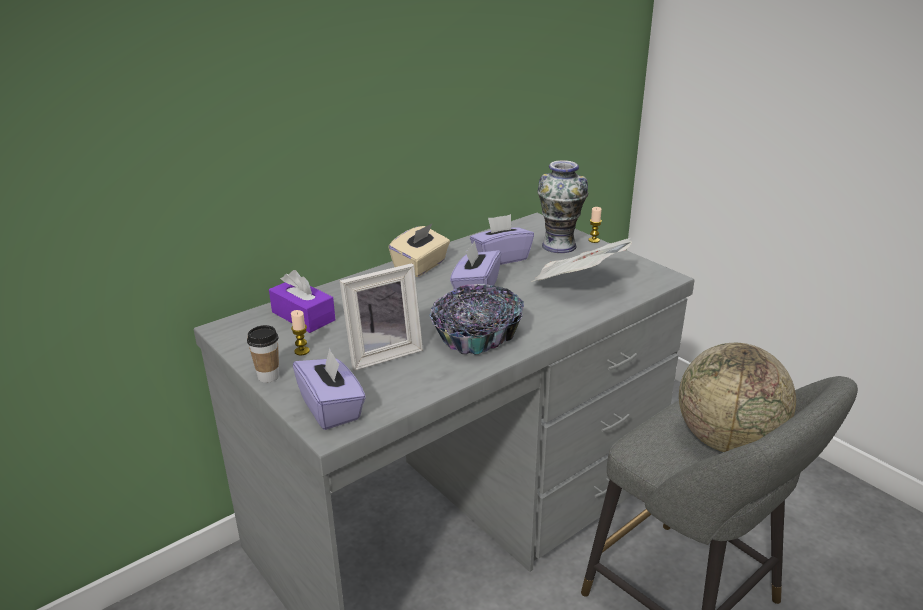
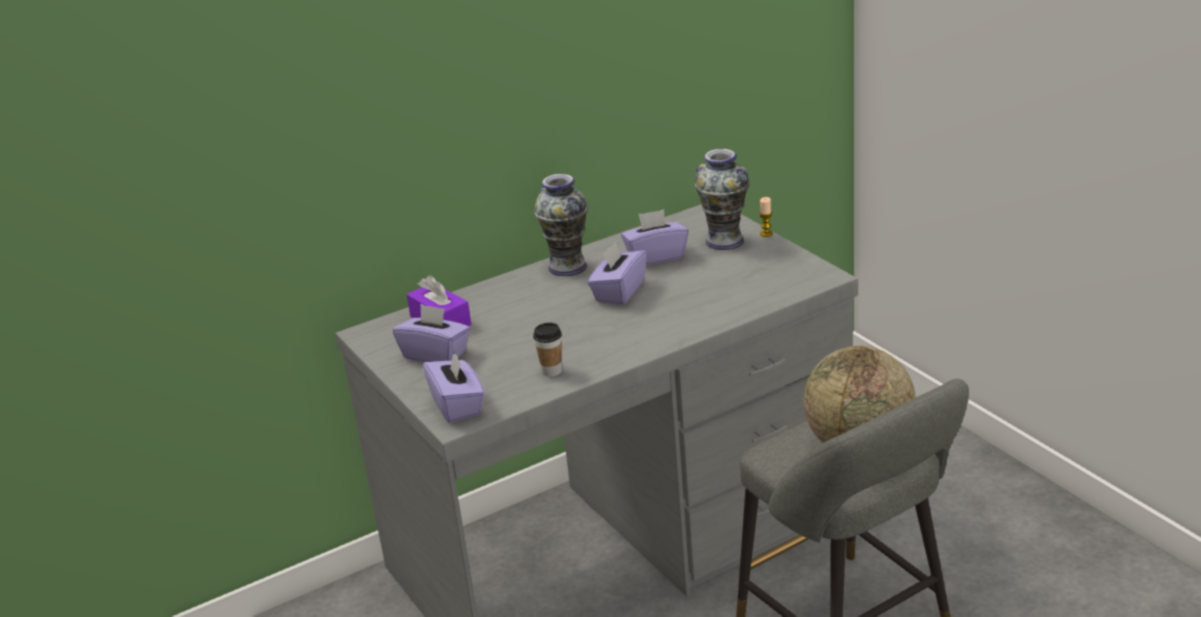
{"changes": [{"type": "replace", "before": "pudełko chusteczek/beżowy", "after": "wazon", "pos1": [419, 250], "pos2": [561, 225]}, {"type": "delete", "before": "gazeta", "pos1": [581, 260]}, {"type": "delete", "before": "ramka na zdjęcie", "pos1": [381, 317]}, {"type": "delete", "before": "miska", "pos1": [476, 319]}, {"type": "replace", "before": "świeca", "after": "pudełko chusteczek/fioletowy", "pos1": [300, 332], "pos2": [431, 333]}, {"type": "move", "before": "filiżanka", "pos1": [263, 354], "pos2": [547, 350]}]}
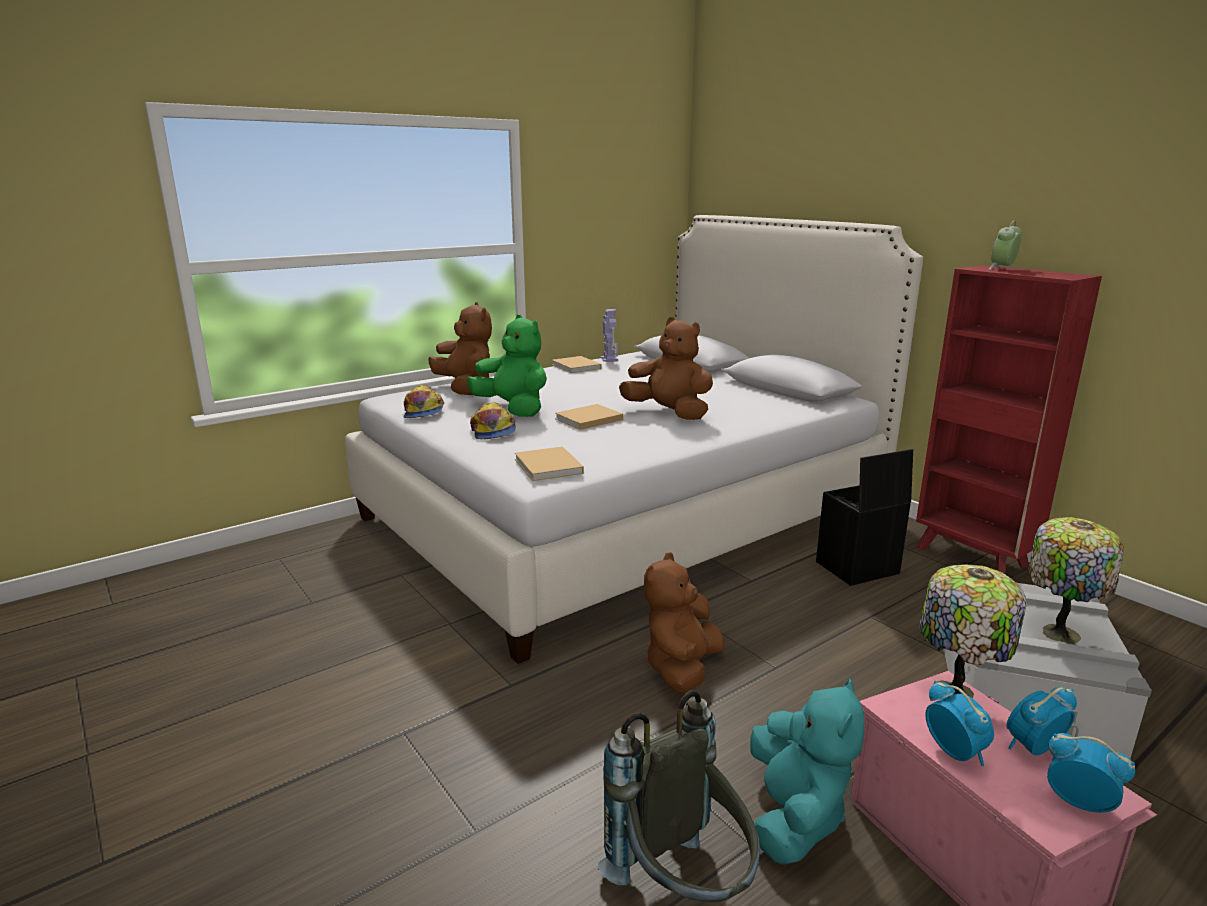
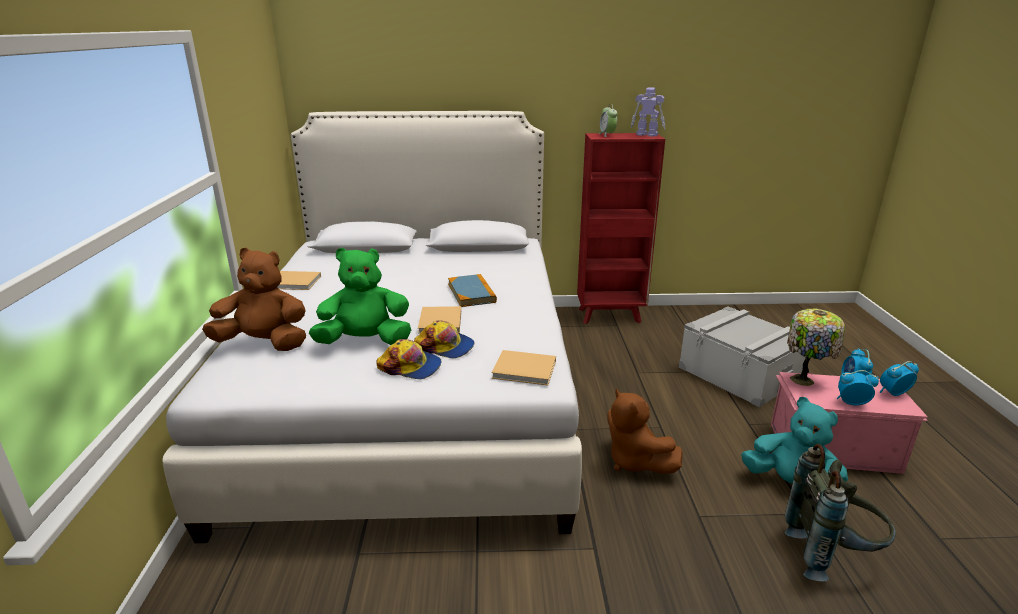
{"changes": [{"type": "move", "before": "robot zabawkowy", "pos1": [609, 335], "pos2": [648, 112]}, {"type": "replace", "before": "pluszak/brązowy", "after": "książka", "pos1": [666, 368], "pos2": [472, 290]}, {"type": "move", "before": "czapka z daszkiem", "pos1": [424, 401], "pos2": [444, 339]}, {"type": "delete", "before": "pojemnik do przechowywania/czarny", "pos1": [864, 517]}, {"type": "delete", "before": "lampa stołowa", "pos1": [1076, 580]}]}
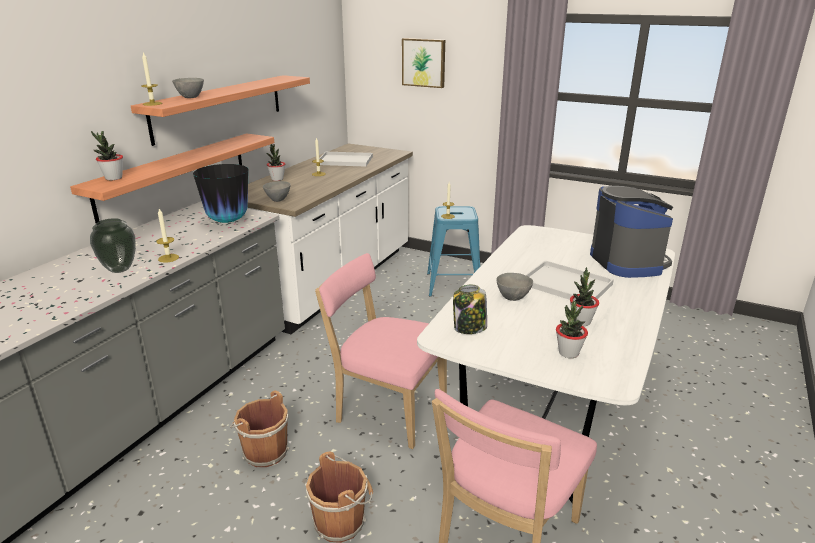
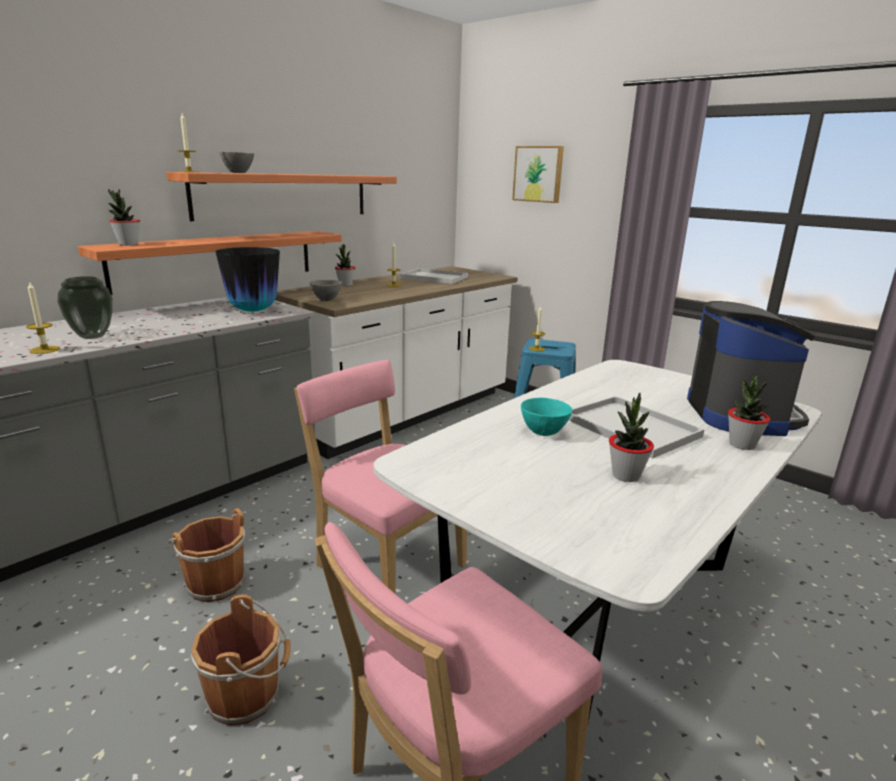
{"changes": [{"type": "move", "before": "świeca", "pos1": [167, 236], "pos2": [43, 317]}, {"type": "recolor", "before": "miska/szary", "after": "miska/turkusowy", "pos1": [514, 287], "pos2": [547, 417]}, {"type": "delete", "before": "słoik", "pos1": [470, 309]}, {"type": "move", "before": "roślina doniczkowa", "pos1": [572, 329], "pos2": [749, 413]}]}
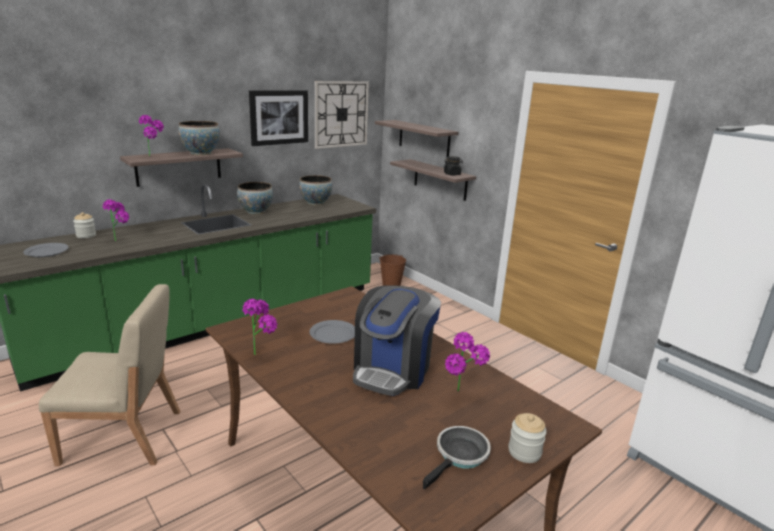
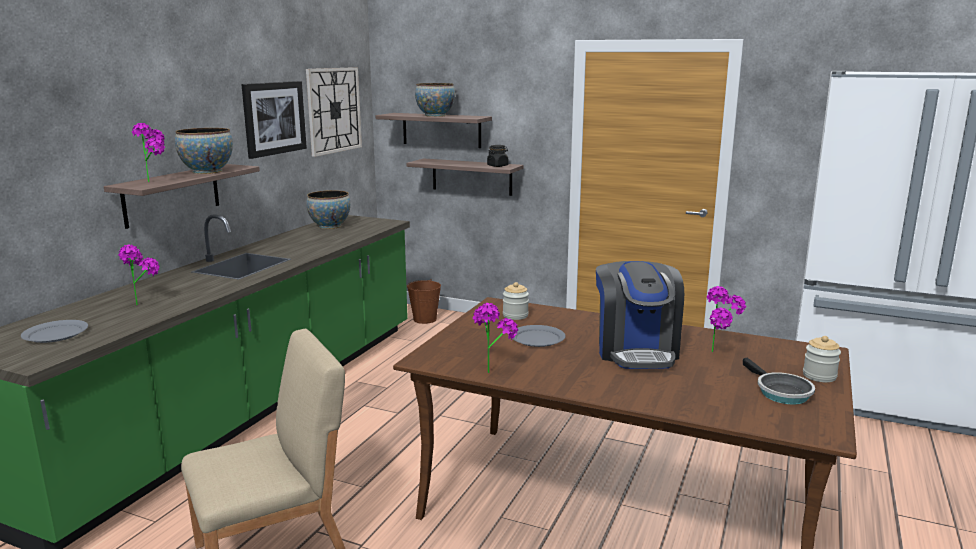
{"changes": [{"type": "move", "before": "miska", "pos1": [255, 198], "pos2": [435, 100]}, {"type": "move", "before": "słoik", "pos1": [84, 225], "pos2": [516, 301]}, {"type": "rotate", "before": "patelnia", "pos1": [457, 457], "pos2": [779, 381], "turn": 150}]}
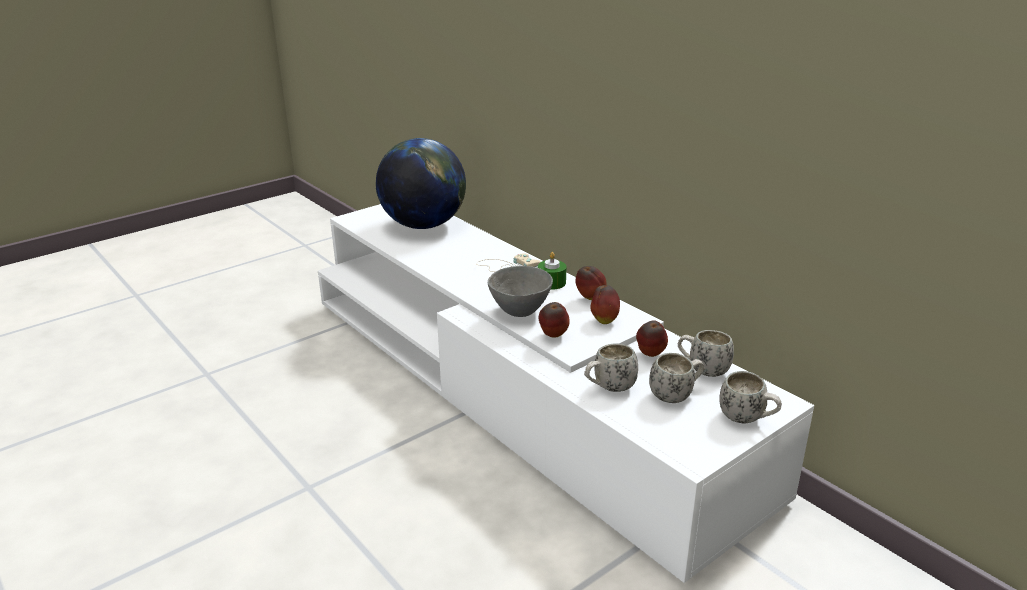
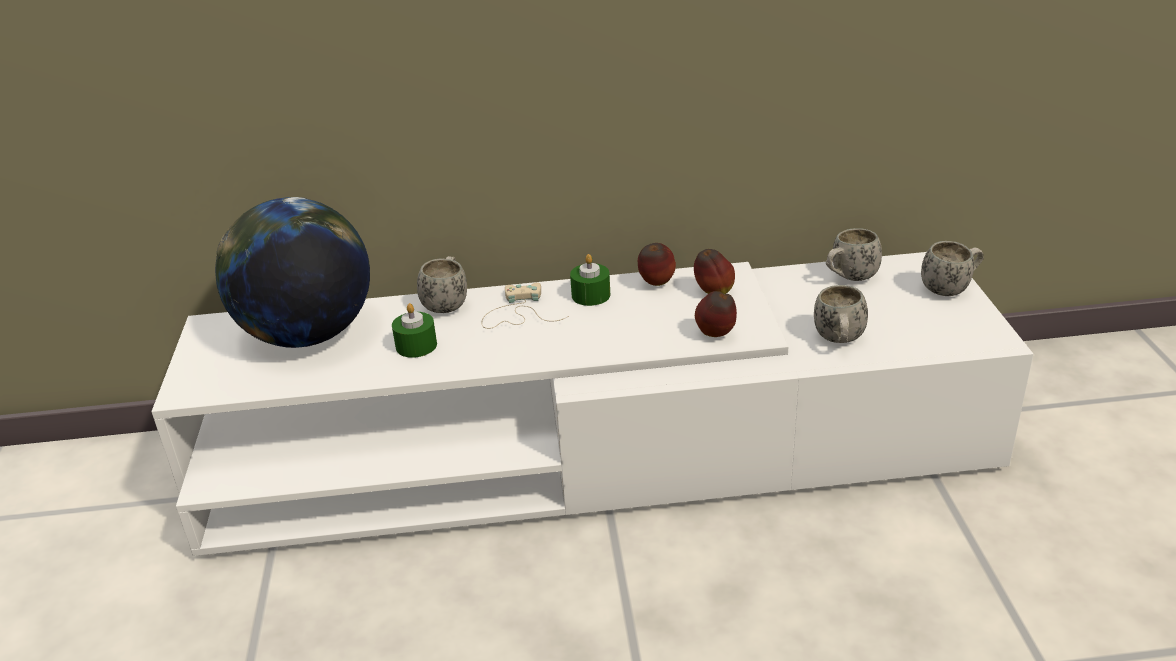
{"changes": [{"type": "delete", "before": "miska/szary", "pos1": [520, 291]}, {"type": "delete", "before": "jabłko", "pos1": [652, 338]}, {"type": "move", "before": "kubek/biały", "pos1": [677, 378], "pos2": [442, 284]}, {"type": "insert", "after": "świeca/zielony", "pos2": [414, 330]}]}
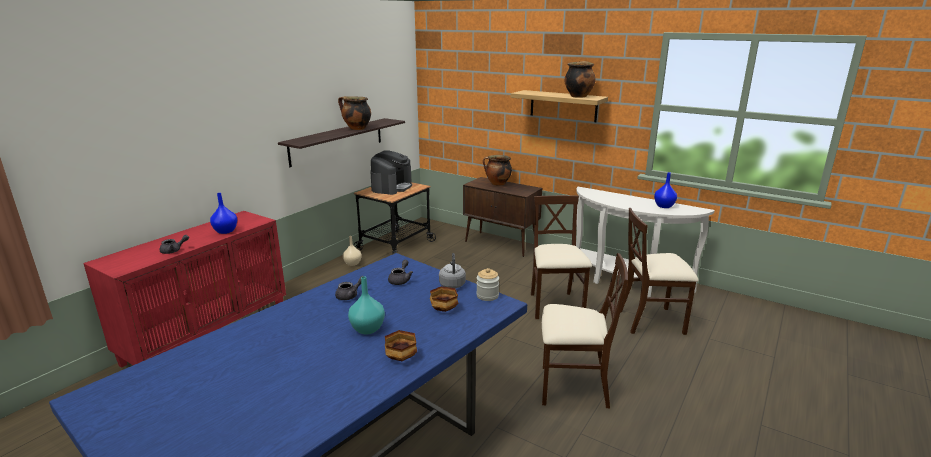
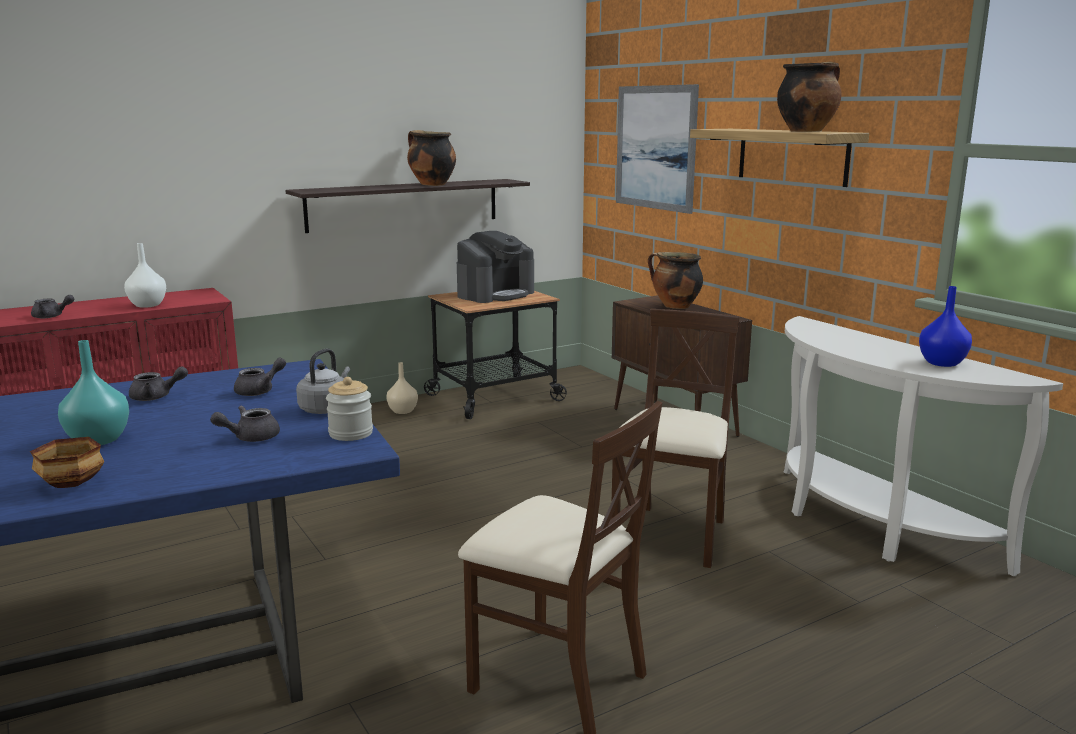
{"changes": [{"type": "recolor", "before": "wazon/niebieski", "after": "wazon/biały", "pos1": [223, 213], "pos2": [145, 275]}, {"type": "delete", "before": "krzesło/beżowy", "pos1": [660, 271]}, {"type": "replace", "before": "miska", "after": "imbryk/szary", "pos1": [444, 299], "pos2": [245, 424]}, {"type": "insert", "after": "obraz", "pos2": [657, 149]}]}
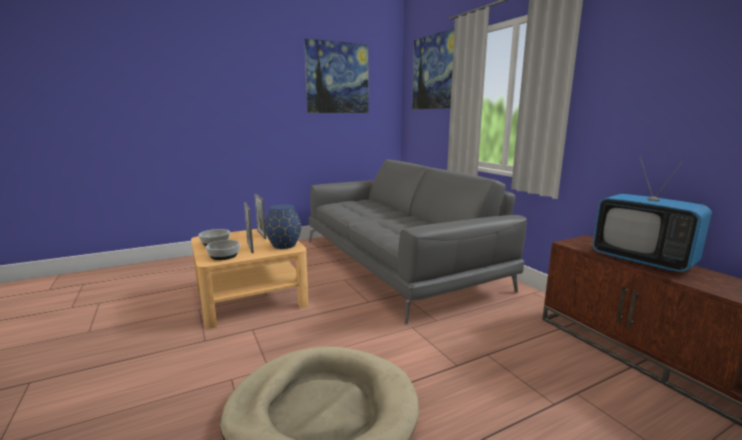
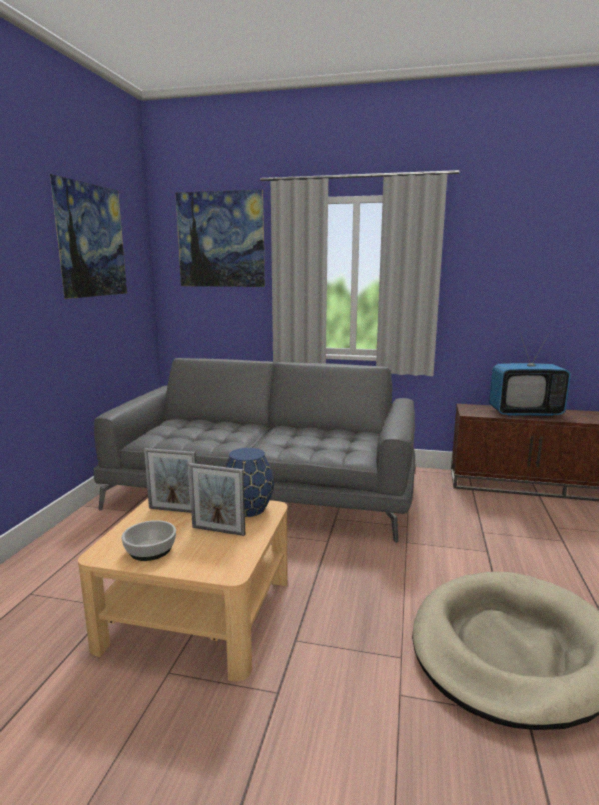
{"changes": [{"type": "delete", "before": "miska", "pos1": [223, 250]}]}
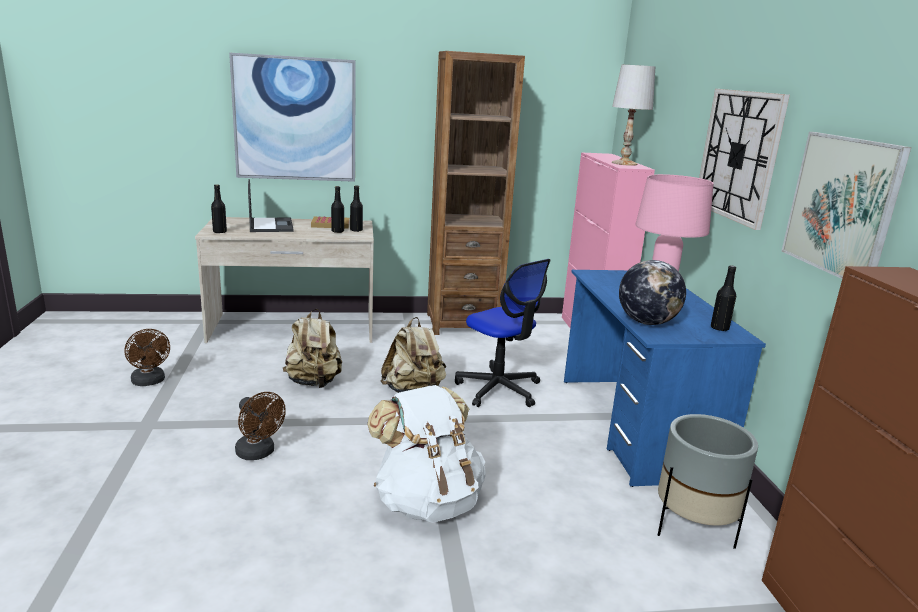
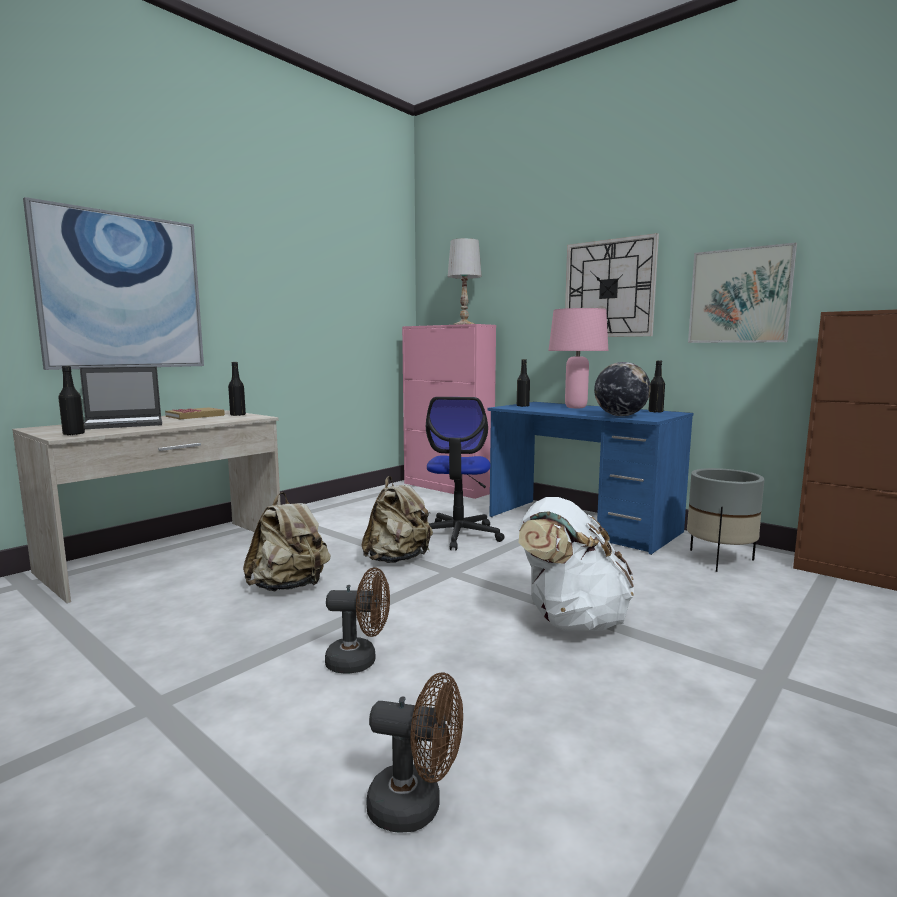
{"changes": [{"type": "delete", "before": "regał/brązowy", "pos1": [476, 193]}, {"type": "rotate", "before": "laptop", "pos1": [271, 205], "pos2": [121, 398], "turn": 120}, {"type": "move", "before": "butelka/czarny", "pos1": [337, 209], "pos2": [523, 383]}, {"type": "rotate", "before": "krzesło biurowe", "pos1": [503, 333], "pos2": [465, 473], "turn": 90}, {"type": "move", "before": "wentylator/brązowy", "pos1": [147, 357], "pos2": [414, 752]}]}
